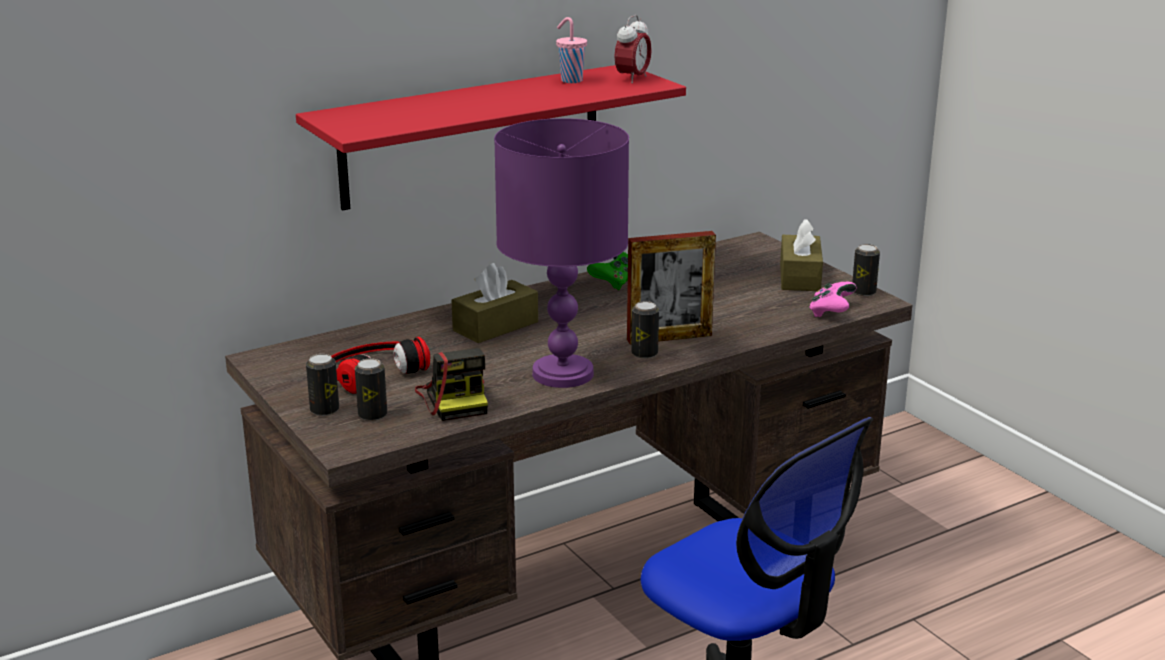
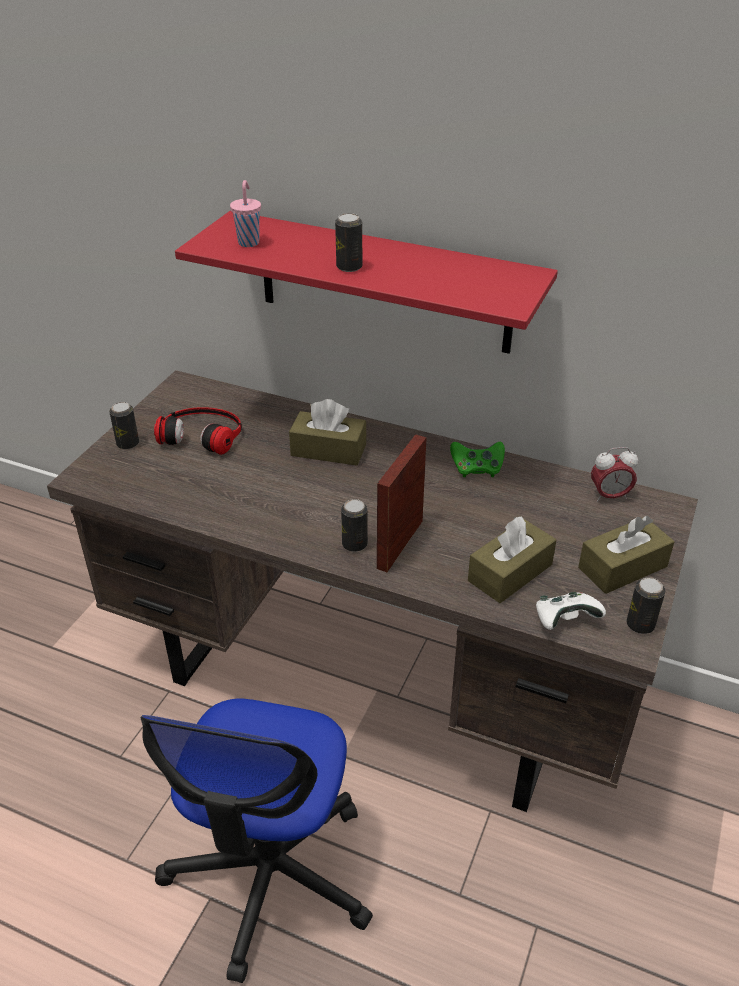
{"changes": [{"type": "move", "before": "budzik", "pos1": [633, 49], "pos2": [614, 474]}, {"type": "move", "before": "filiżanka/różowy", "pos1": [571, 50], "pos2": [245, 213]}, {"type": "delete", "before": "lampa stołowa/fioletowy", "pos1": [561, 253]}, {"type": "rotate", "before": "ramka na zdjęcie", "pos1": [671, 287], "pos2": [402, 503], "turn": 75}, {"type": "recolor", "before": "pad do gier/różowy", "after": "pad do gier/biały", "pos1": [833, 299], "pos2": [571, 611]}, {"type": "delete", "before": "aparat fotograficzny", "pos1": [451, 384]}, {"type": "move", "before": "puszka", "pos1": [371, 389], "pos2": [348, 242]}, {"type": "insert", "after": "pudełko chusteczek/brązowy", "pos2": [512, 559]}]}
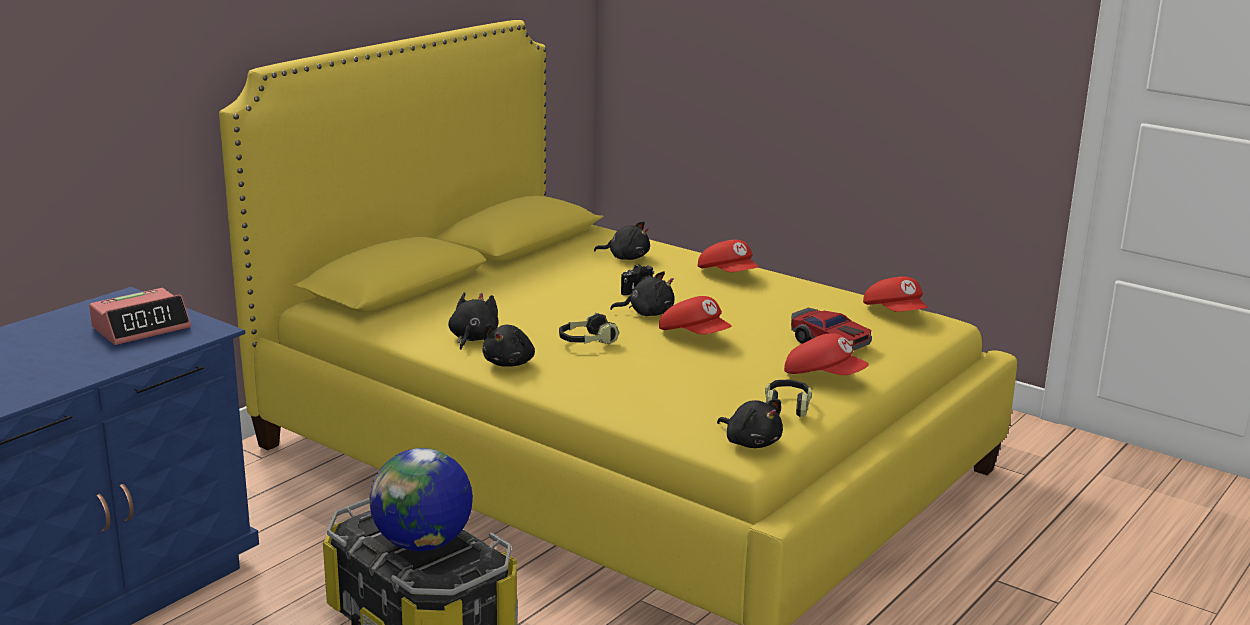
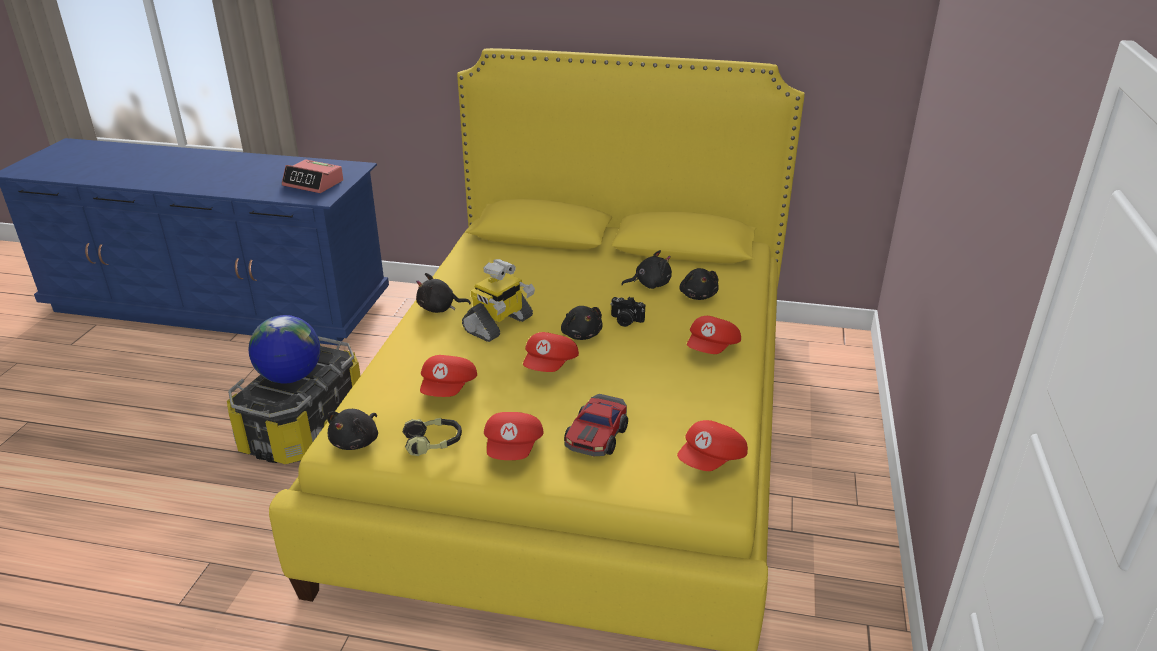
{"changes": [{"type": "move", "before": "pluszak/czarny", "pos1": [473, 321], "pos2": [646, 269]}, {"type": "replace", "before": "słuchawki", "after": "robot zabawkowy", "pos1": [589, 328], "pos2": [498, 300]}, {"type": "insert", "after": "czapka z daszkiem/czerwony", "pos2": [448, 376]}]}
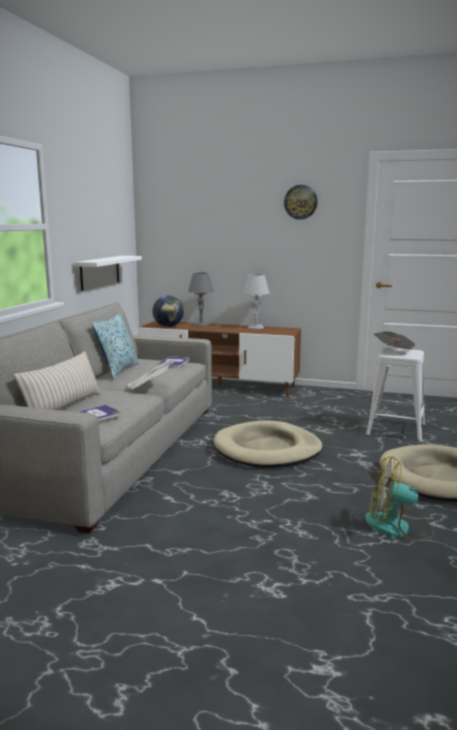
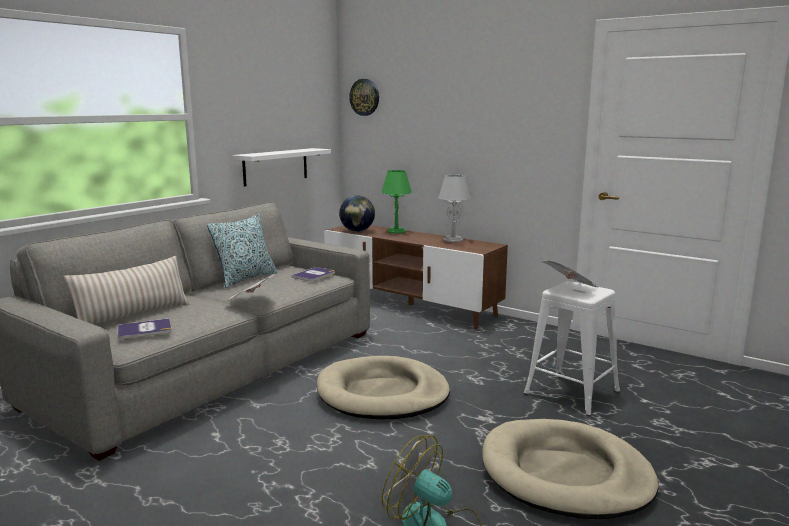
{"changes": [{"type": "move", "before": "zegar ścienny", "pos1": [301, 202], "pos2": [364, 97]}, {"type": "recolor", "before": "lampa stołowa/szary", "after": "lampa stołowa/zielony", "pos1": [201, 299], "pos2": [397, 201]}]}
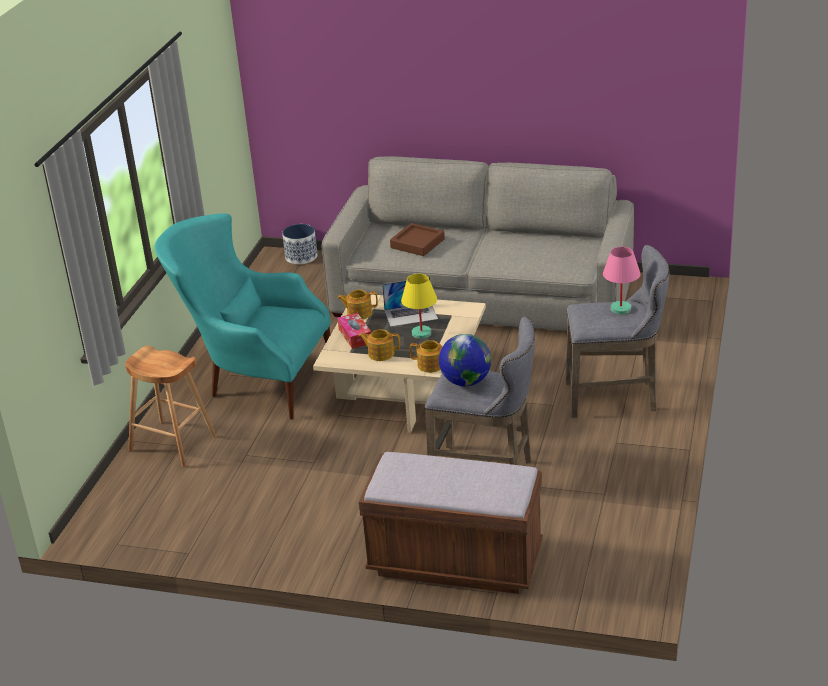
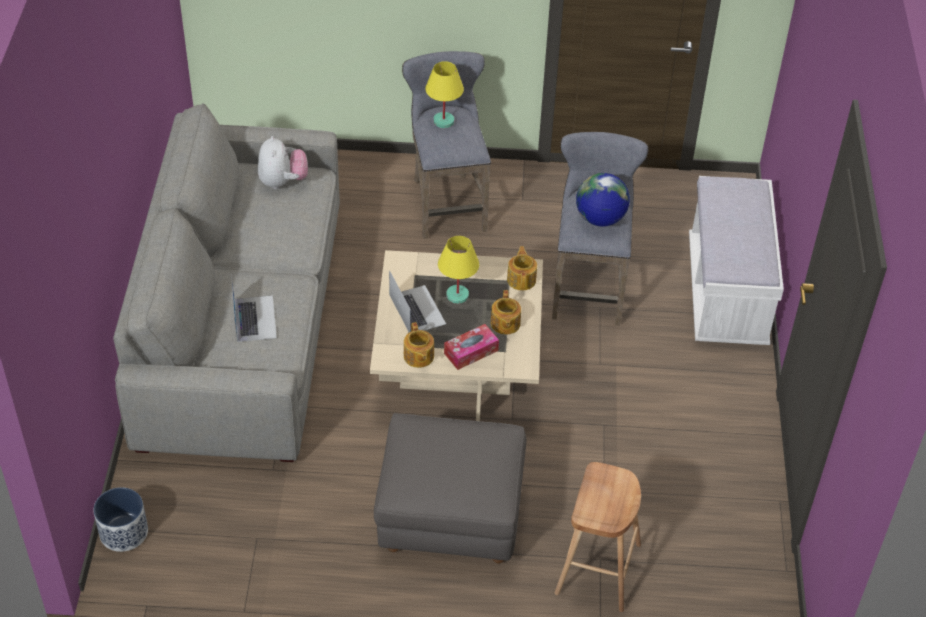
{"changes": [{"type": "replace", "before": "fotel/turkusowy", "after": "pufa/szary", "pos1": [243, 316], "pos2": [450, 488]}, {"type": "replace", "before": "taca/brązowy", "after": "laptop", "pos1": [417, 239], "pos2": [254, 308]}, {"type": "recolor", "before": "lampa stołowa/różowy", "after": "lampa stołowa/żółty", "pos1": [621, 280], "pos2": [444, 94]}, {"type": "recolor", "before": "ławka/brązowy", "after": "ławka/biały", "pos1": [451, 523], "pos2": [736, 260]}, {"type": "insert", "after": "pluszak", "pos2": [282, 162]}]}
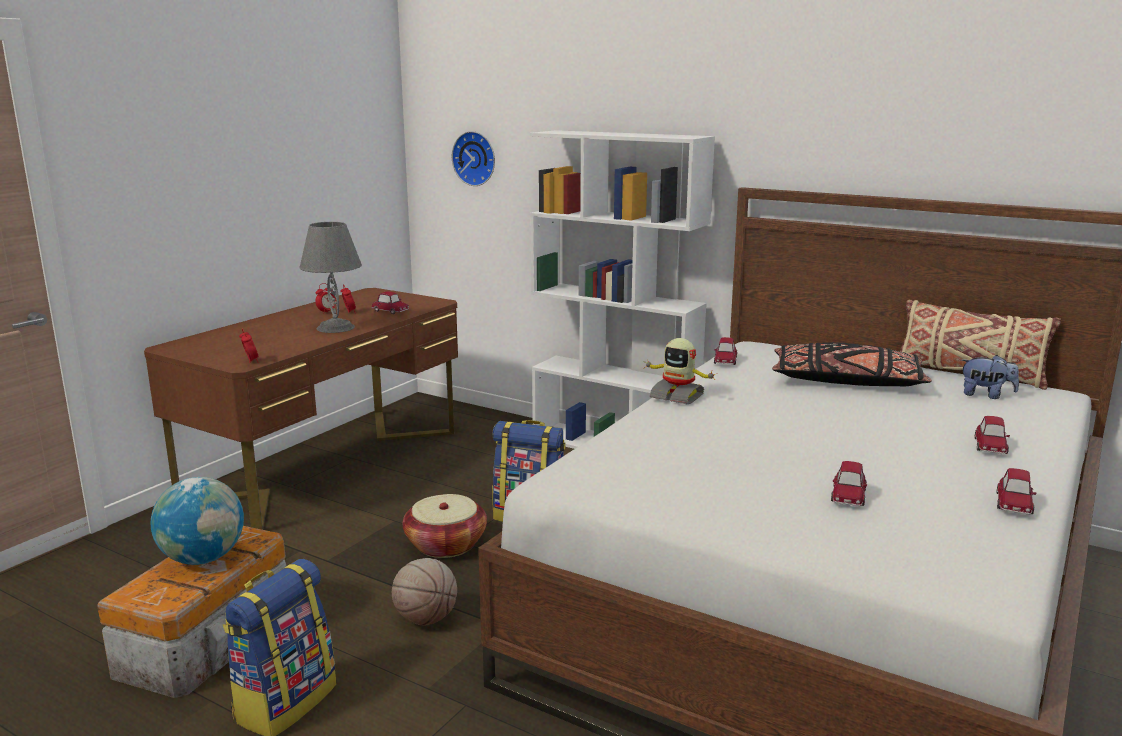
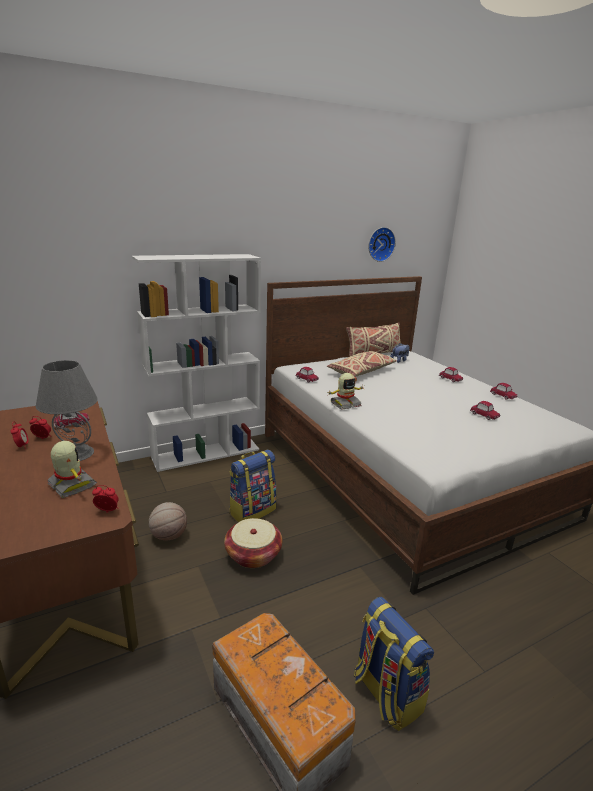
{"changes": [{"type": "move", "before": "zegar ścienny", "pos1": [473, 158], "pos2": [382, 244]}, {"type": "recolor", "before": "poduszka/czarny", "after": "poduszka/beżowy", "pos1": [852, 364], "pos2": [362, 364]}, {"type": "delete", "before": "globus", "pos1": [197, 521]}, {"type": "move", "before": "piłka do koszykówki", "pos1": [424, 591], "pos2": [168, 521]}, {"type": "insert", "after": "robot zabawkowy", "pos2": [72, 469]}]}
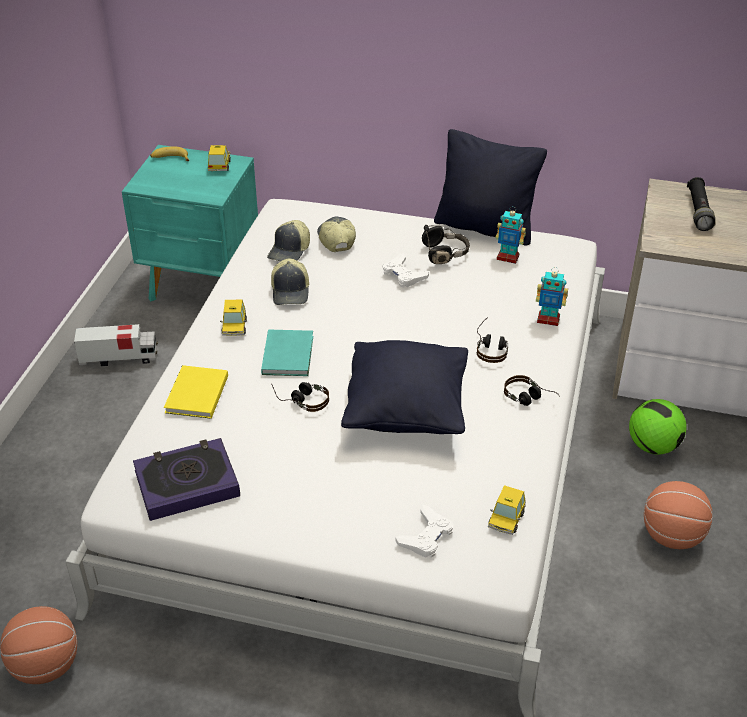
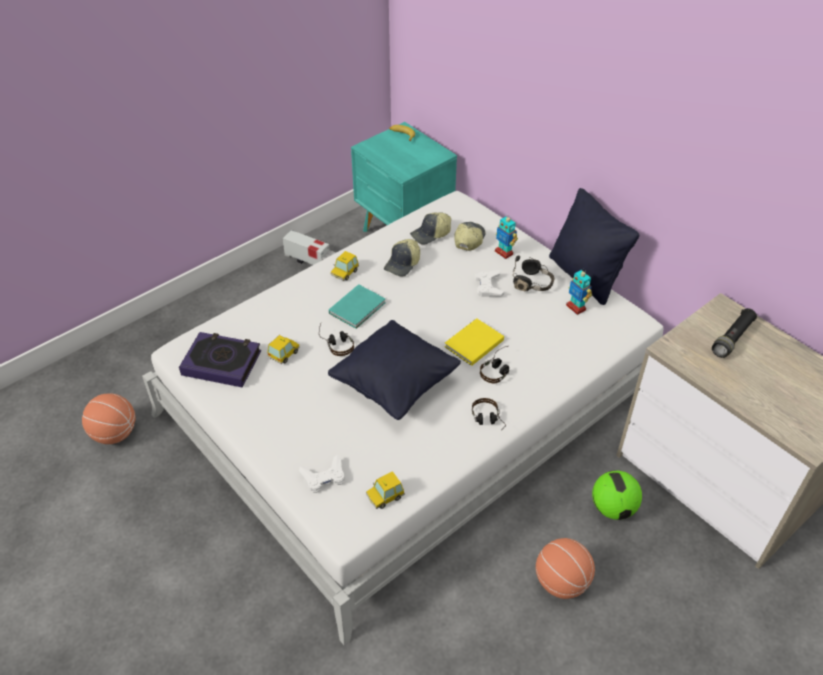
{"changes": [{"type": "move", "before": "samochodzik", "pos1": [219, 158], "pos2": [283, 349]}, {"type": "move", "before": "robot zabawkowy", "pos1": [552, 296], "pos2": [506, 236]}, {"type": "move", "before": "książka/żółty", "pos1": [196, 392], "pos2": [474, 342]}]}
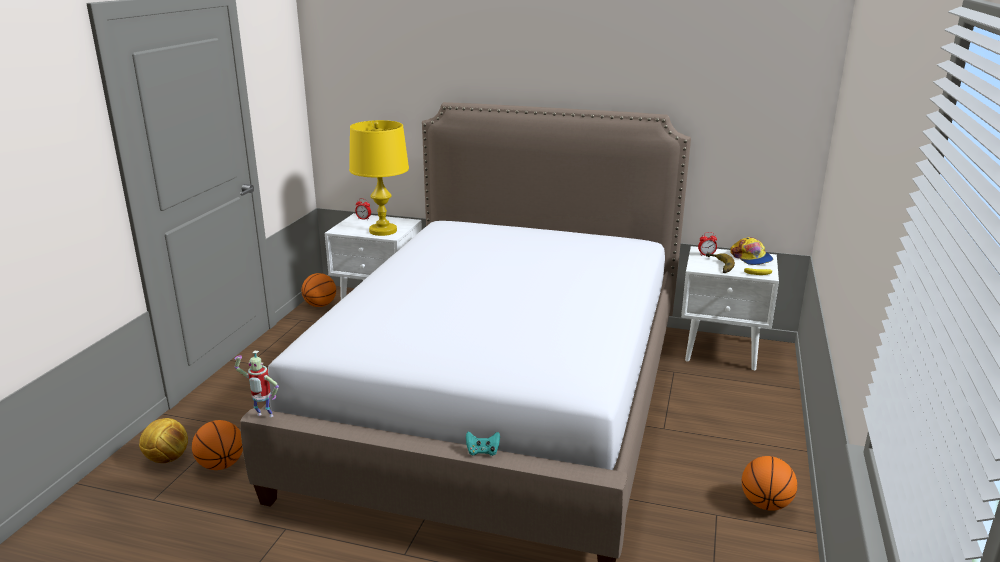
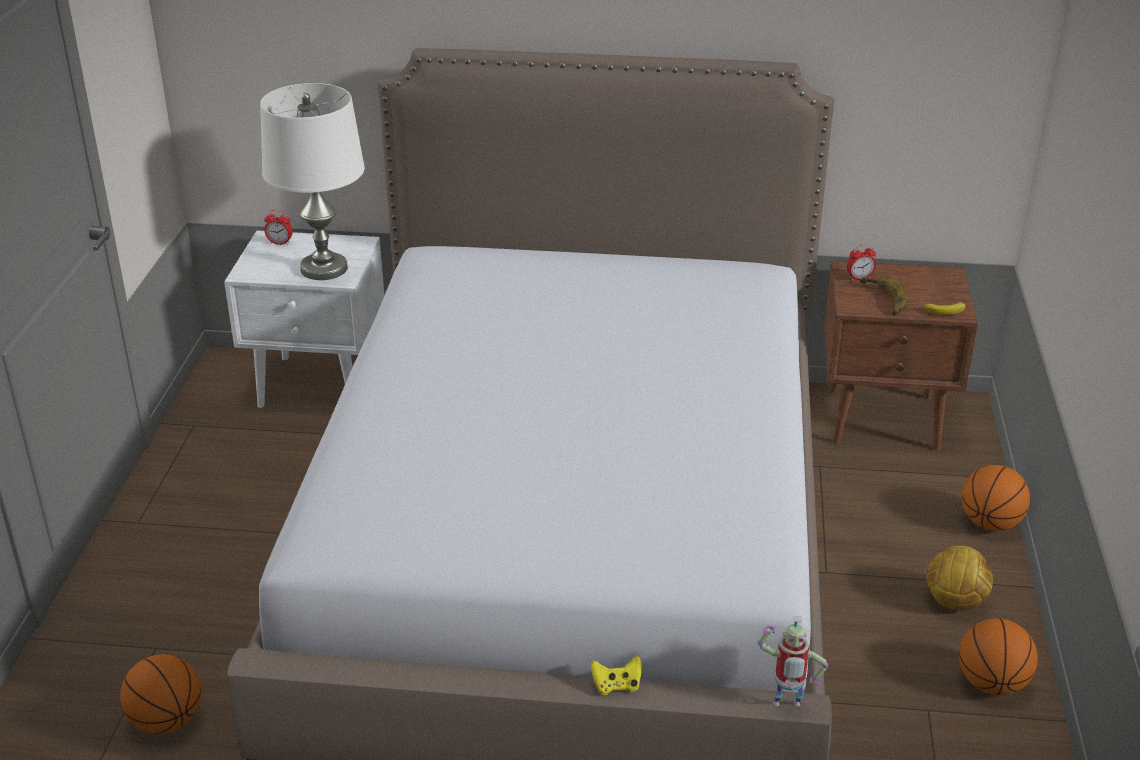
{"changes": [{"type": "recolor", "before": "lampa stołowa/żółty", "after": "lampa stołowa/biały", "pos1": [379, 178], "pos2": [312, 181]}, {"type": "delete", "before": "czapka z daszkiem", "pos1": [751, 251]}, {"type": "recolor", "before": "szafka nocna/biały", "after": "szafka nocna/brązowy", "pos1": [730, 308], "pos2": [901, 356]}, {"type": "move", "before": "piłka do koszykówki", "pos1": [318, 290], "pos2": [996, 498]}, {"type": "move", "before": "robot zabawkowy", "pos1": [257, 384], "pos2": [793, 661]}, {"type": "move", "before": "piłka futbolowa", "pos1": [163, 440], "pos2": [959, 578]}, {"type": "recolor", "before": "pad do gier/turkusowy", "after": "pad do gier/żółty", "pos1": [483, 444], "pos2": [616, 675]}]}
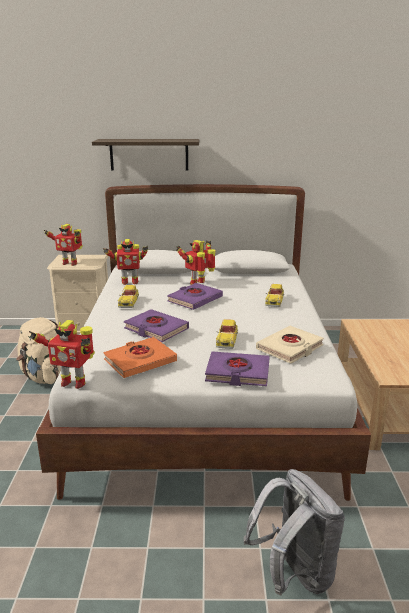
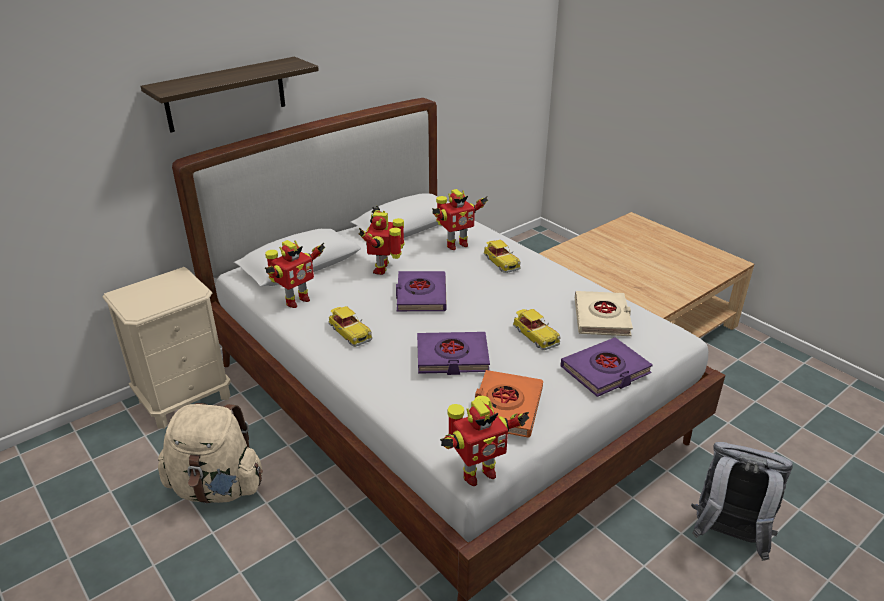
{"changes": [{"type": "move", "before": "robot zabawkowy", "pos1": [63, 245], "pos2": [460, 219]}]}
